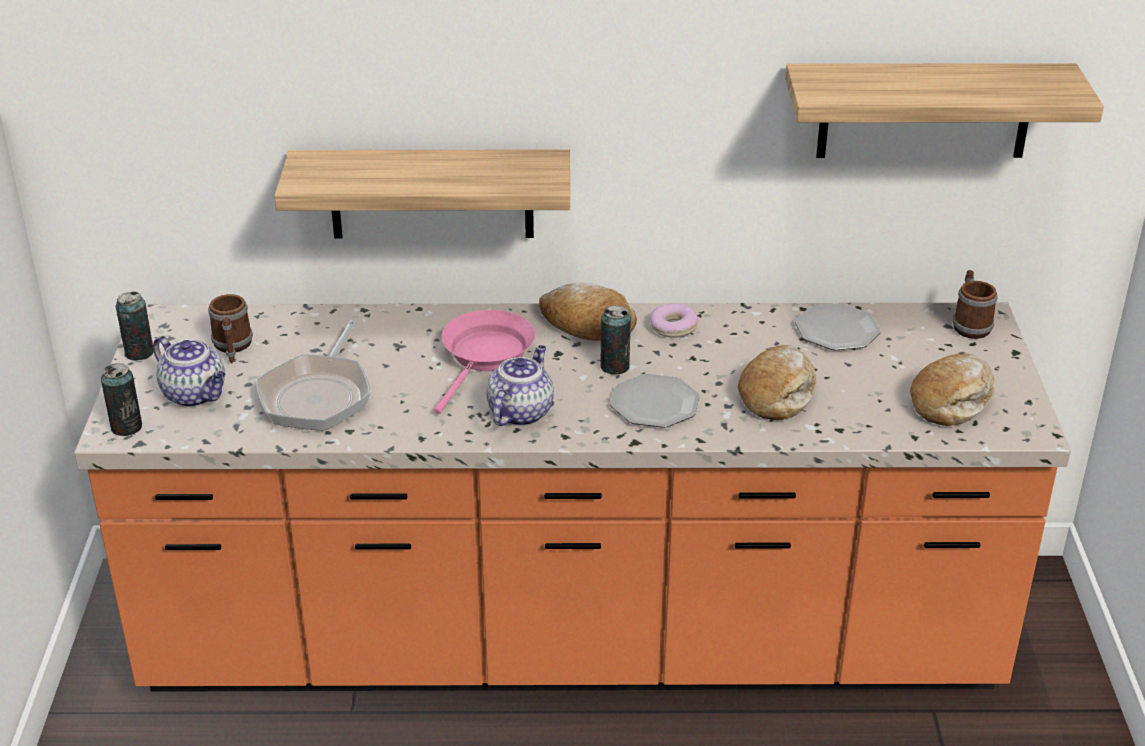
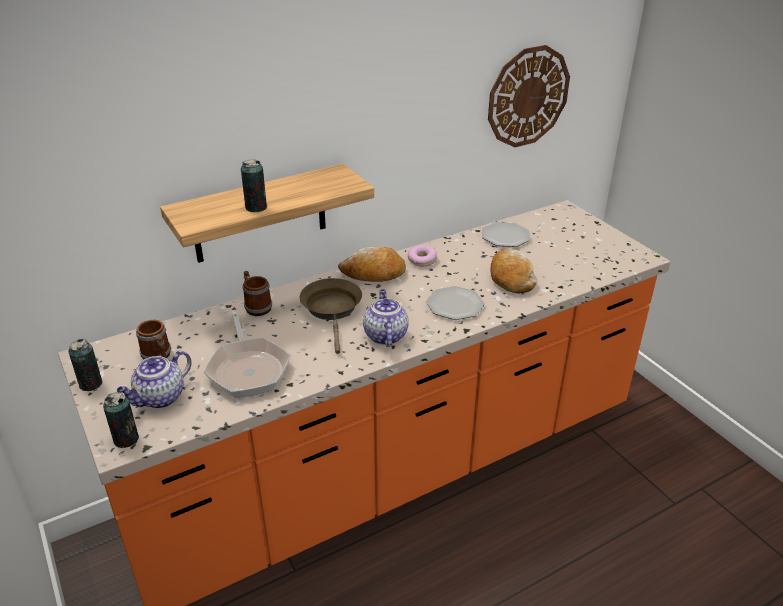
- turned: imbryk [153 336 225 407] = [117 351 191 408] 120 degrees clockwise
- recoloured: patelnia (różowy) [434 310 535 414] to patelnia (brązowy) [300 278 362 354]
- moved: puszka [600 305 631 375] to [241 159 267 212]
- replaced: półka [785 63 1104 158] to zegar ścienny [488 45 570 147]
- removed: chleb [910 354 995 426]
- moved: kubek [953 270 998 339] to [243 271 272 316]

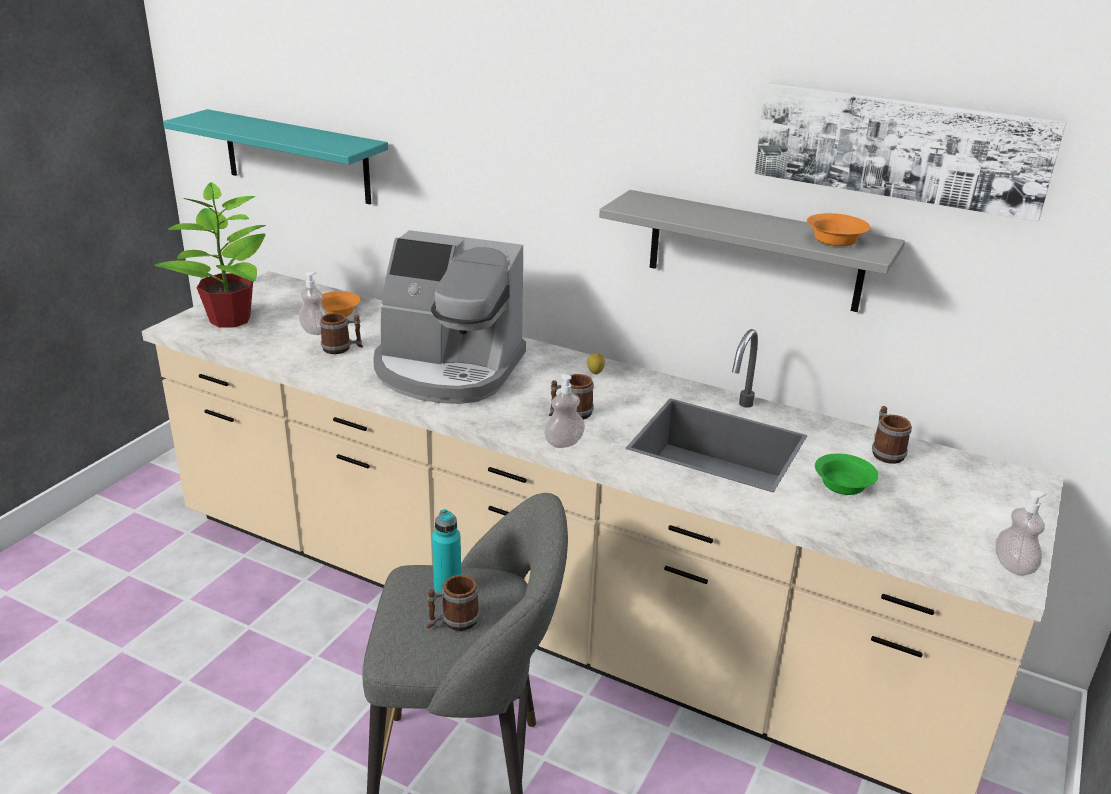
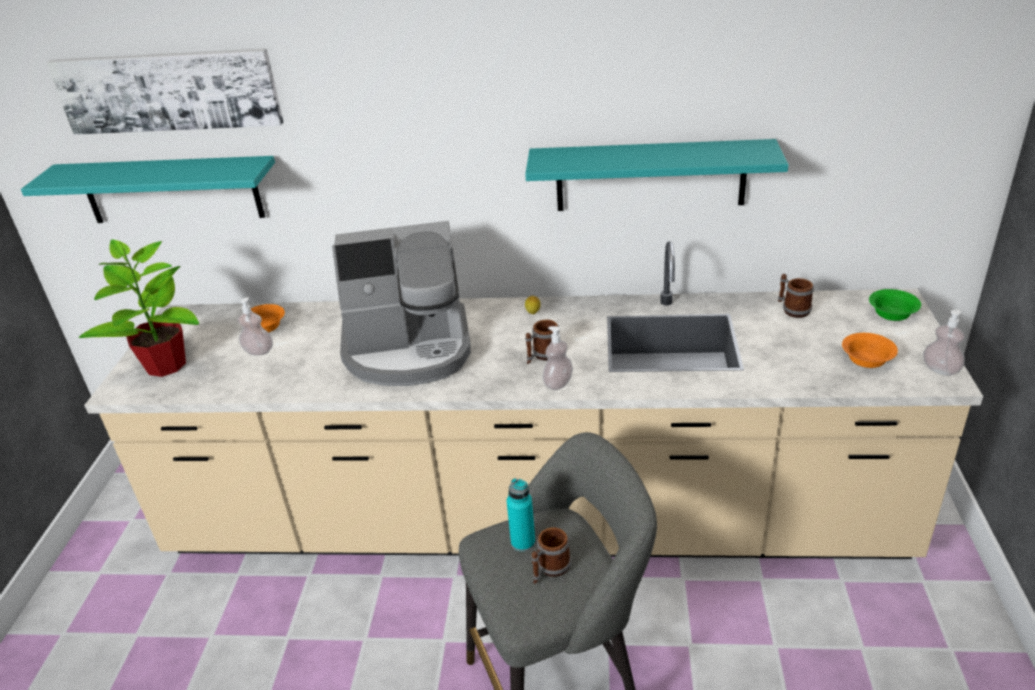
- removed: kubek [320 313 363 354]
- recoloured: półka (szary) [599 190 905 312] to półka (turkusowy) [525 139 789 211]
- moved: obraz [754 81 1067 222] to [46 48 284 135]
- moved: miska (pomarańczowy) [807 213 870 246] to [842 333 898 368]
- moved: miska (zielony) [815 453 878 495] to [869 289 921 321]

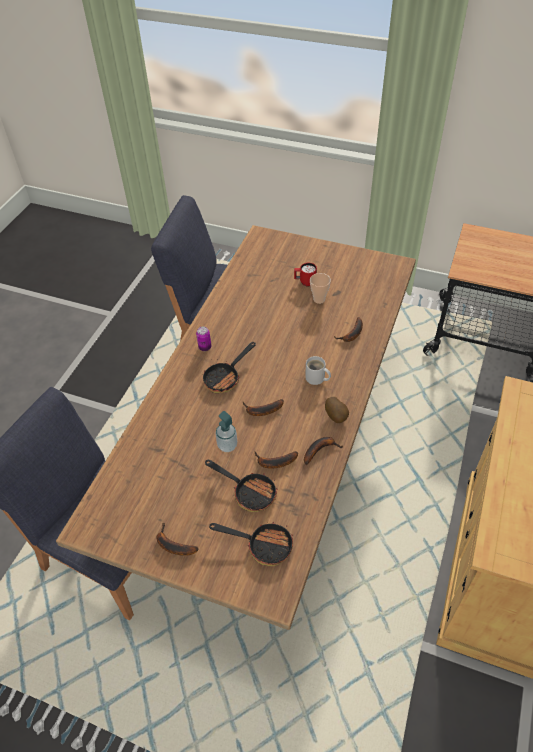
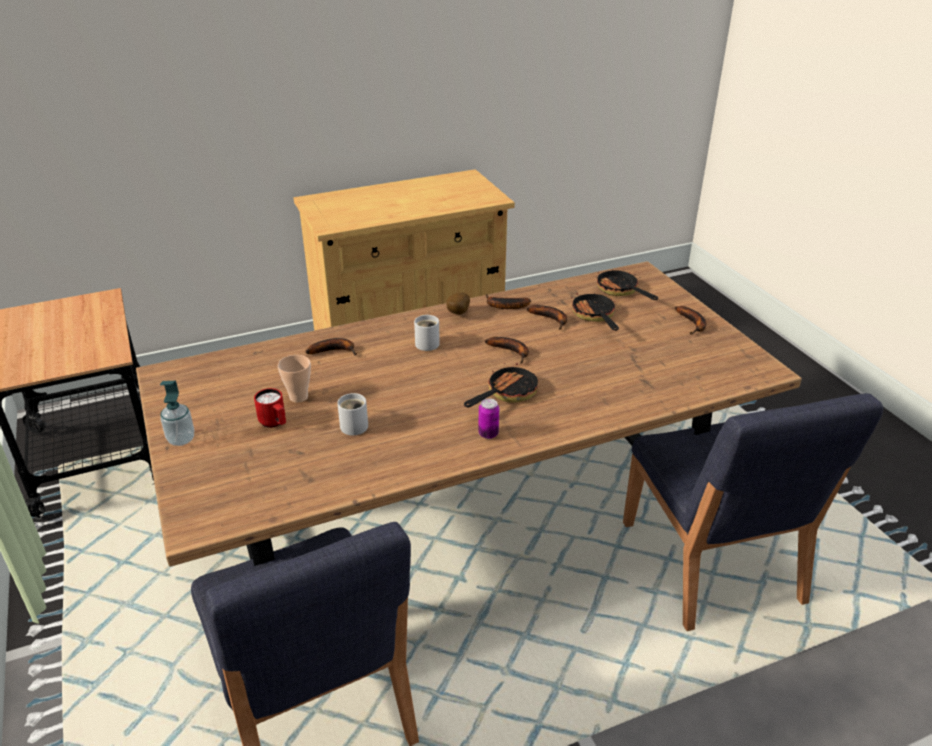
- turned: patelnia [202 342 256 393] = [464 363 538 407] 45 degrees counterclockwise
- moved: dozownik mydła [215 411 237 452] to [160 381 194 446]
- added: kubek (biały) [337 393 368 435]

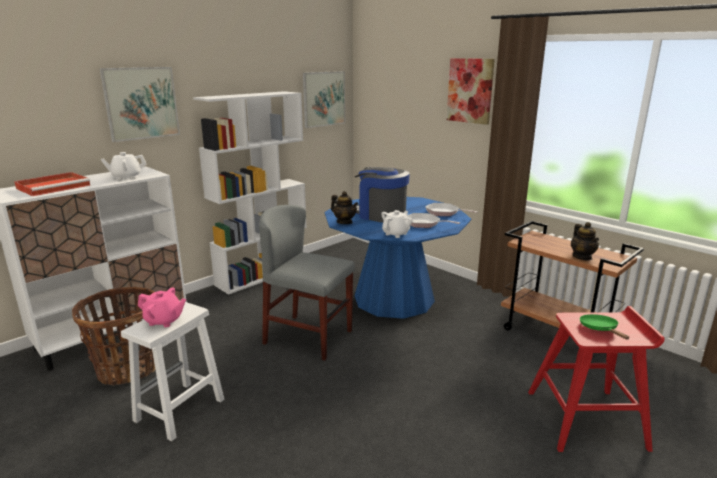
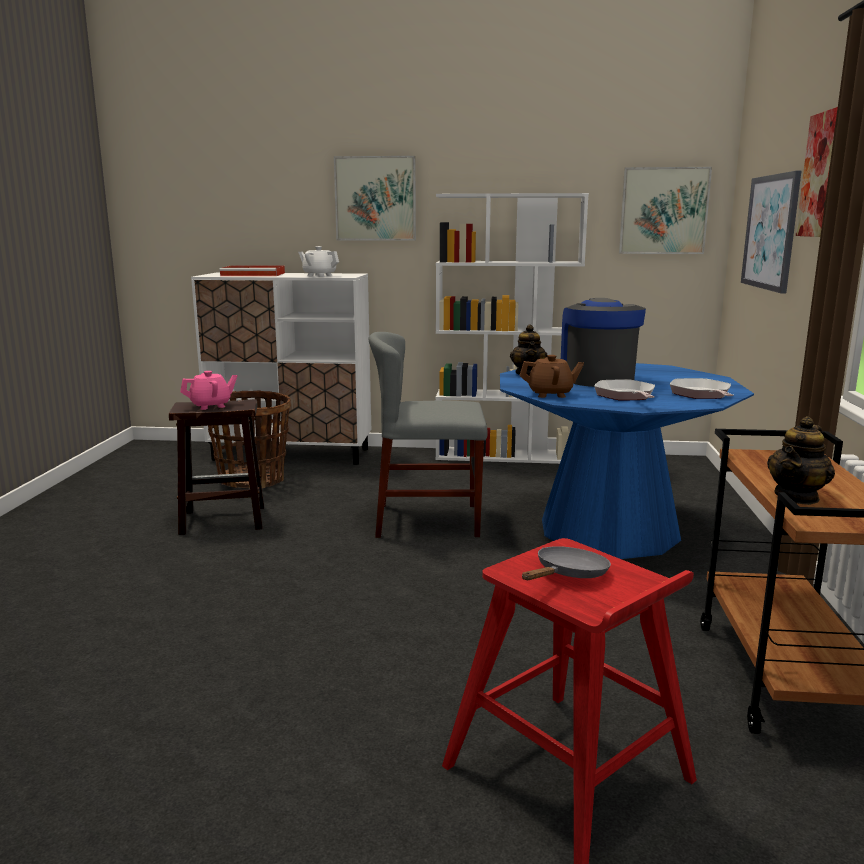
- recoloured: stołek (biały) [121 302 224 441] to stołek (brązowy) [169 399 264 535]
- turned: imbryk (różowy) [138 287 186 327] = [180 371 237 410] 90 degrees counterclockwise
- turned: krzesło (szary) [259 205 355 361] = [368 332 488 538] 75 degrees counterclockwise
- recoloured: imbryk (biały) [381 210 413 238] to imbryk (brązowy) [520 355 584 398]
- recoloured: patelnia (zielony) [580 314 629 339] to patelnia (szary) [522 546 611 580]
- added: obraz [741 171 801 294]

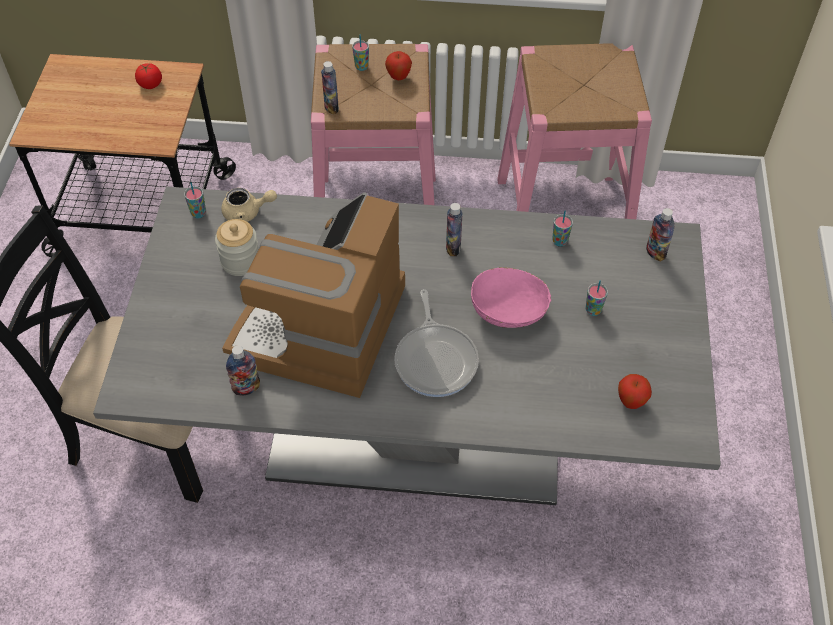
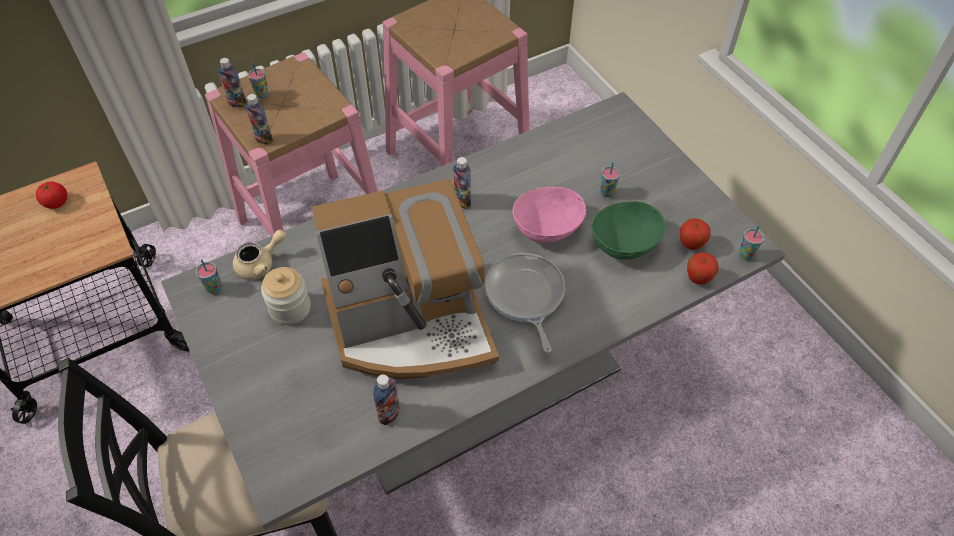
- turned: ekspres do kawy [222 192 405 398] = [312 179 499 379] 90 degrees counterclockwise
- moved: jabłko [385 51 412 80] to [687 252 719 285]
- turned: patelnia [394 289 479 397] = [485 253 565 353] 150 degrees counterclockwise
- moved: filiżanka [552 211 573 247] to [739 225 764 260]
- moved: butelka [646 208 675 262] to [218 58 247 108]
- added: miska (zielony) [592 201 666 260]

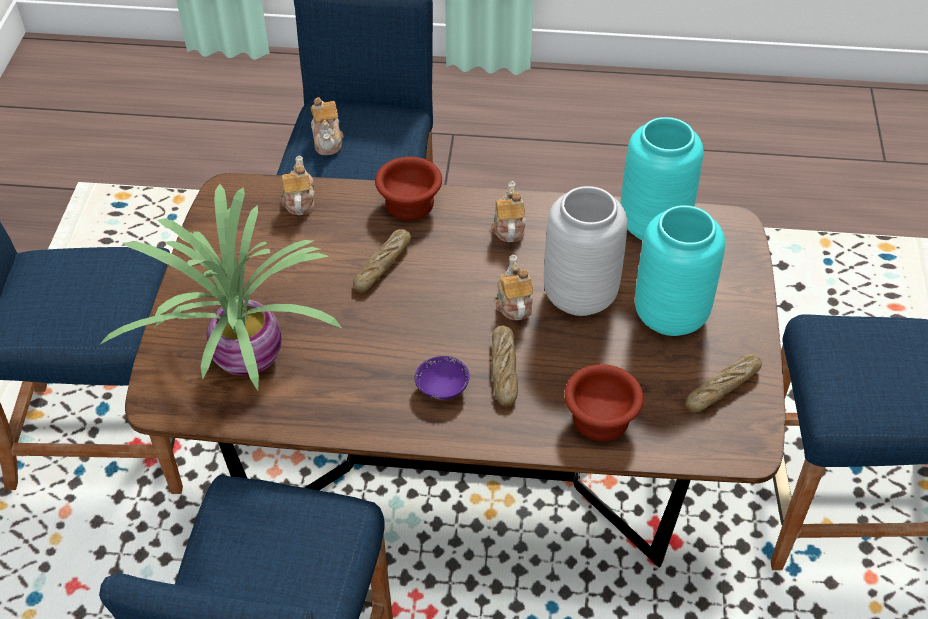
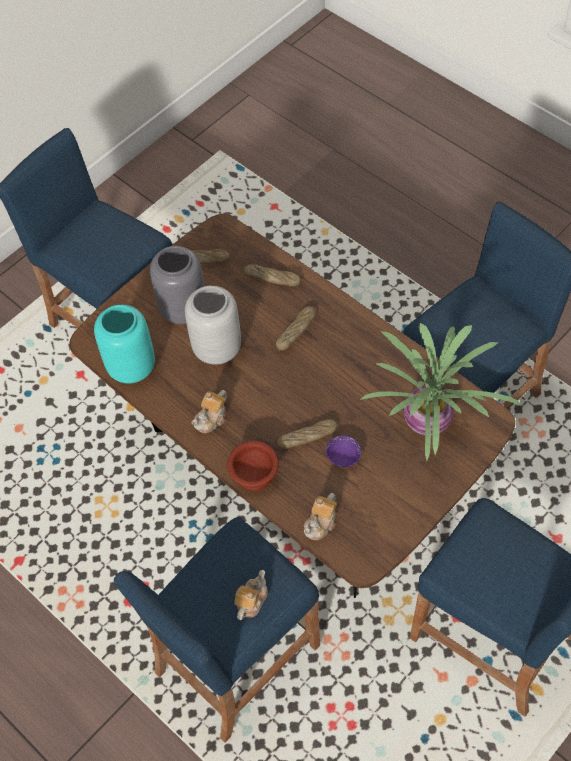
- moved: miska (fioletowy) [414 356 470 400] to [325 435 362 467]
- removed: imbryk [496 255 533 320]
- replaced: miska (brązowy) [565 364 644 441] to chleb [243 264 301 286]
- recoloured: wazon (turkusowy) [635 205 725 336] to wazon (szary) [150 246 205 324]

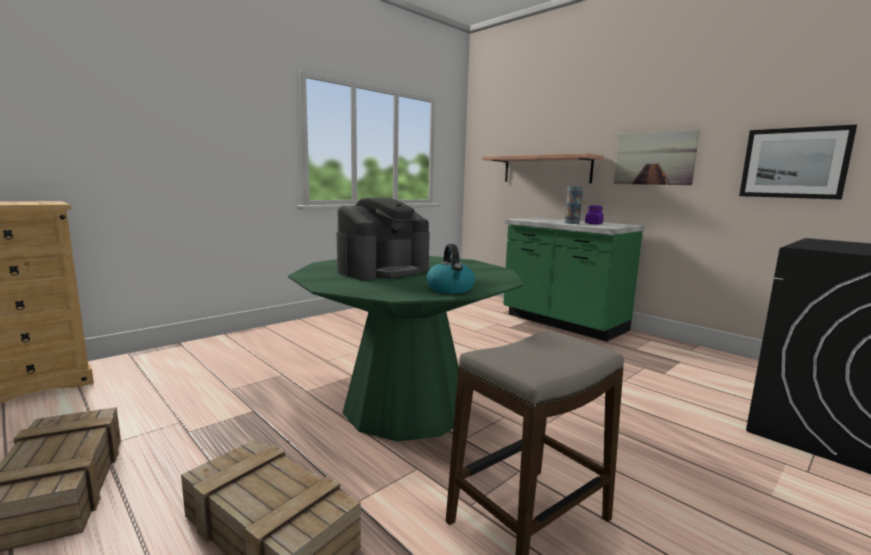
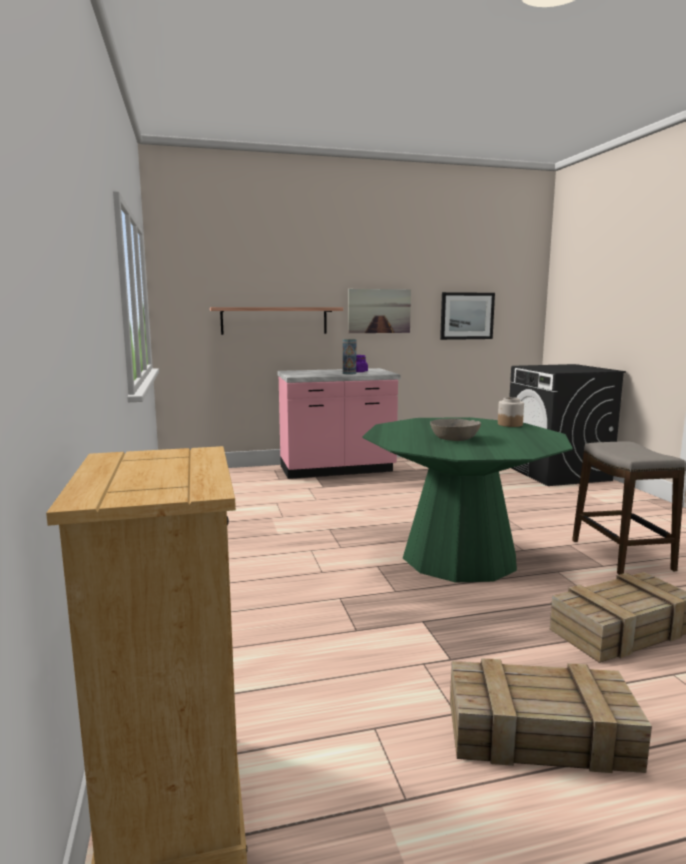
- replaced: ekspres do kawy [337 198 430 280] to miska (szary) [430 418 481 441]
- removed: czajnik [427 244 475 294]
- recoloured: zabudowa kuchenna (zielony) [503 217 644 341] to zabudowa kuchenna (różowy) [277 368 400 479]
- added: słoik [498 397 524 427]

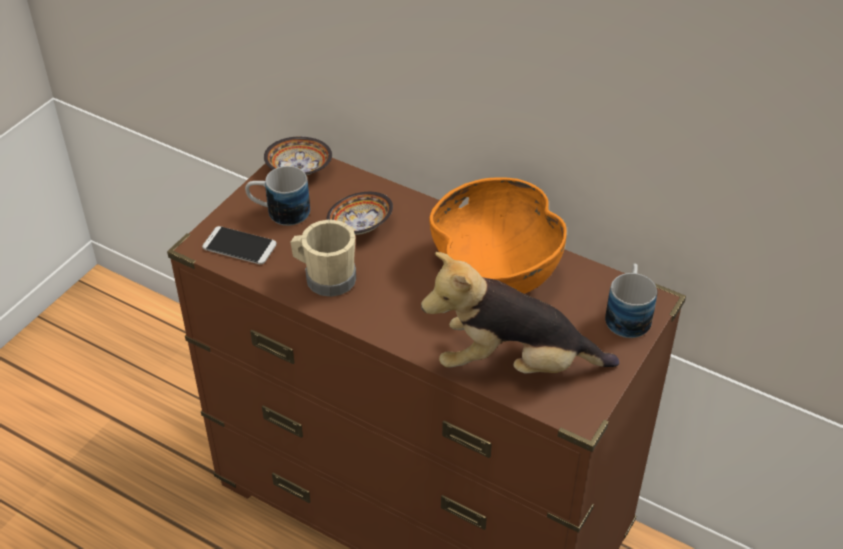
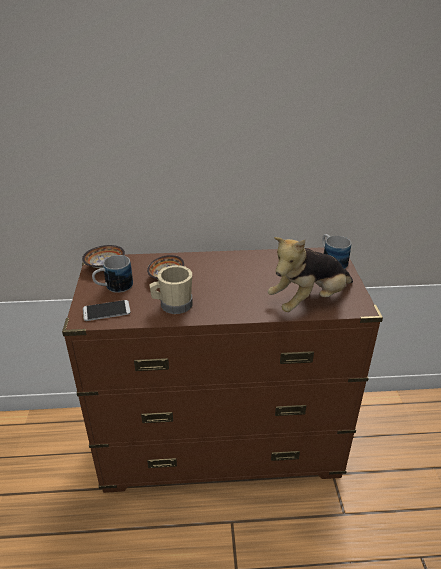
- removed: miska (pomarańczowy) [429 177 567 294]

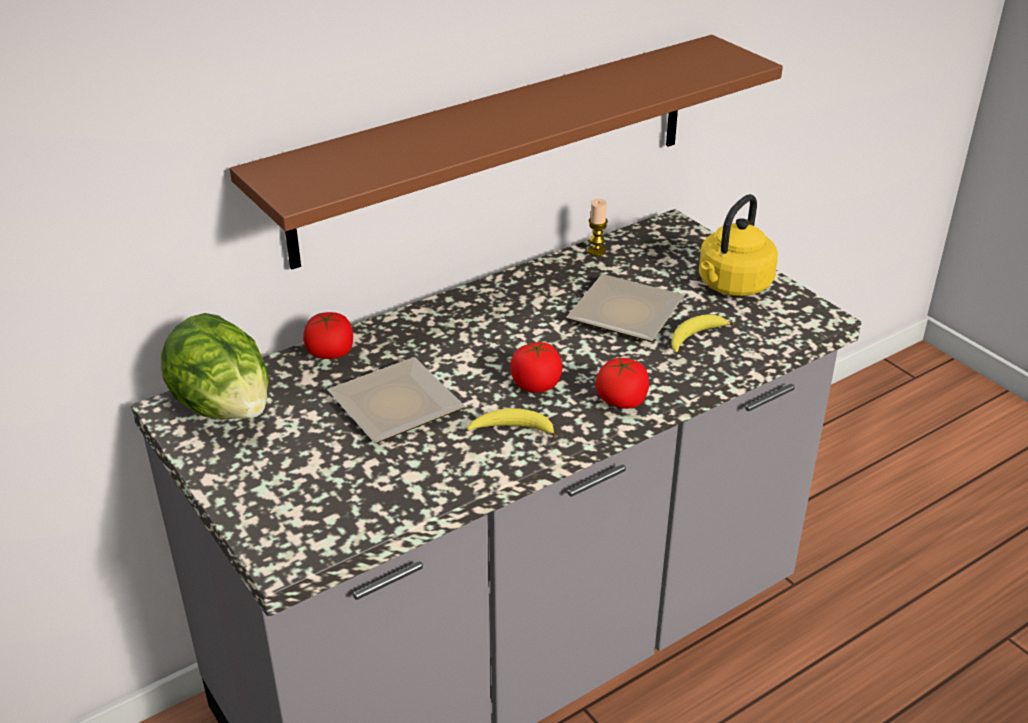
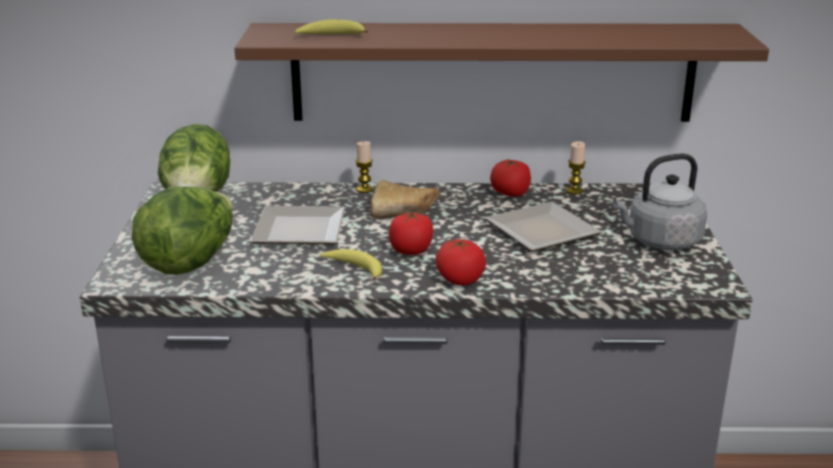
- moved: pomidor [303 312 353 359] to [490 159 531 197]
- moved: banan [671 314 734 352] to [295 19 368 34]
- recoloured: czajnik (żółty) [699 194 778 296] to czajnik (szary) [613 154 707 250]
- added: sałata [132 187 233 275]
- added: świeca [355 141 373 193]
- added: chleb [370 180 440 219]

